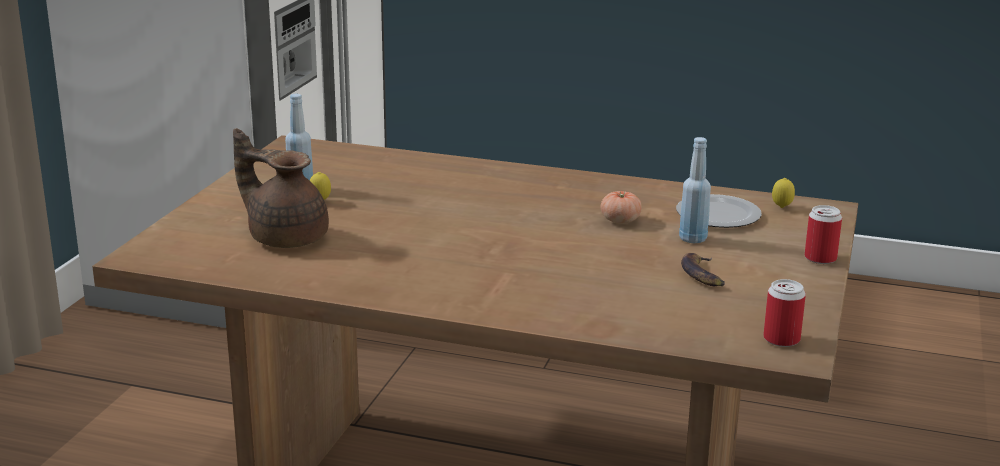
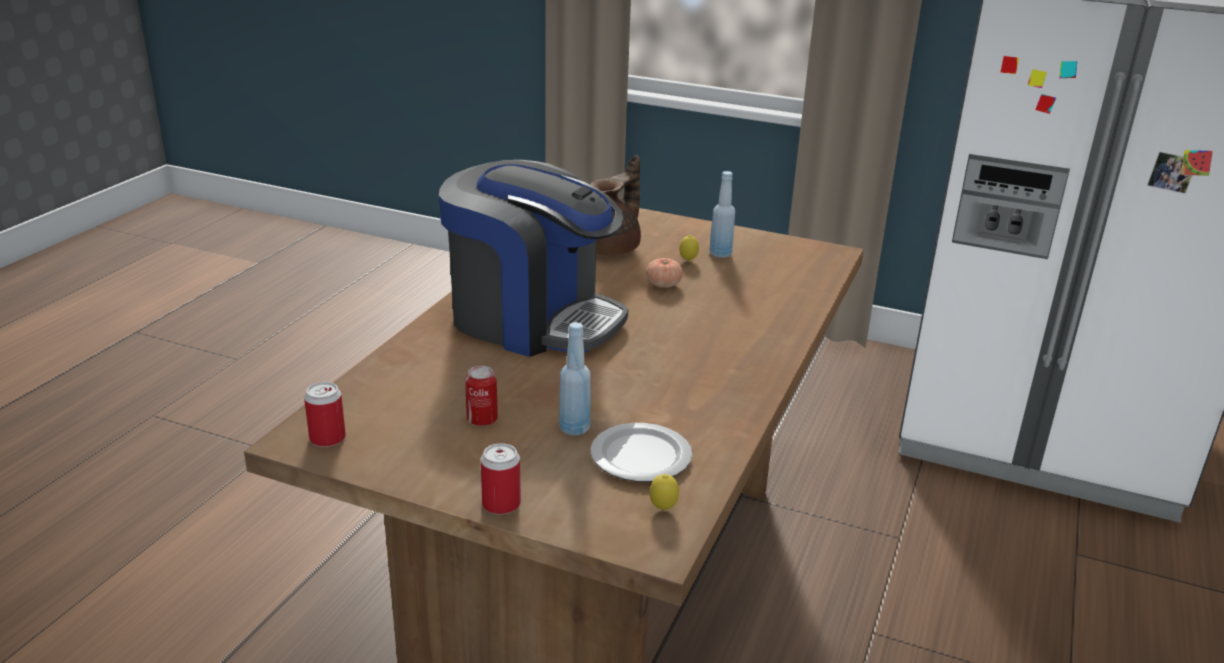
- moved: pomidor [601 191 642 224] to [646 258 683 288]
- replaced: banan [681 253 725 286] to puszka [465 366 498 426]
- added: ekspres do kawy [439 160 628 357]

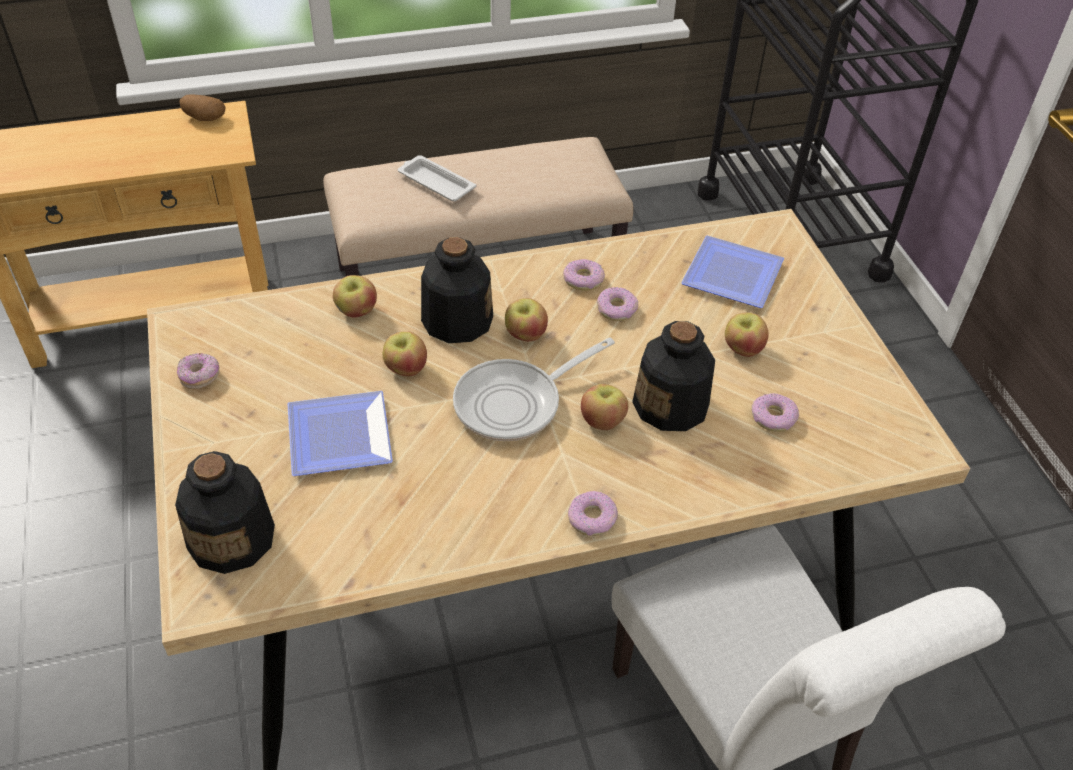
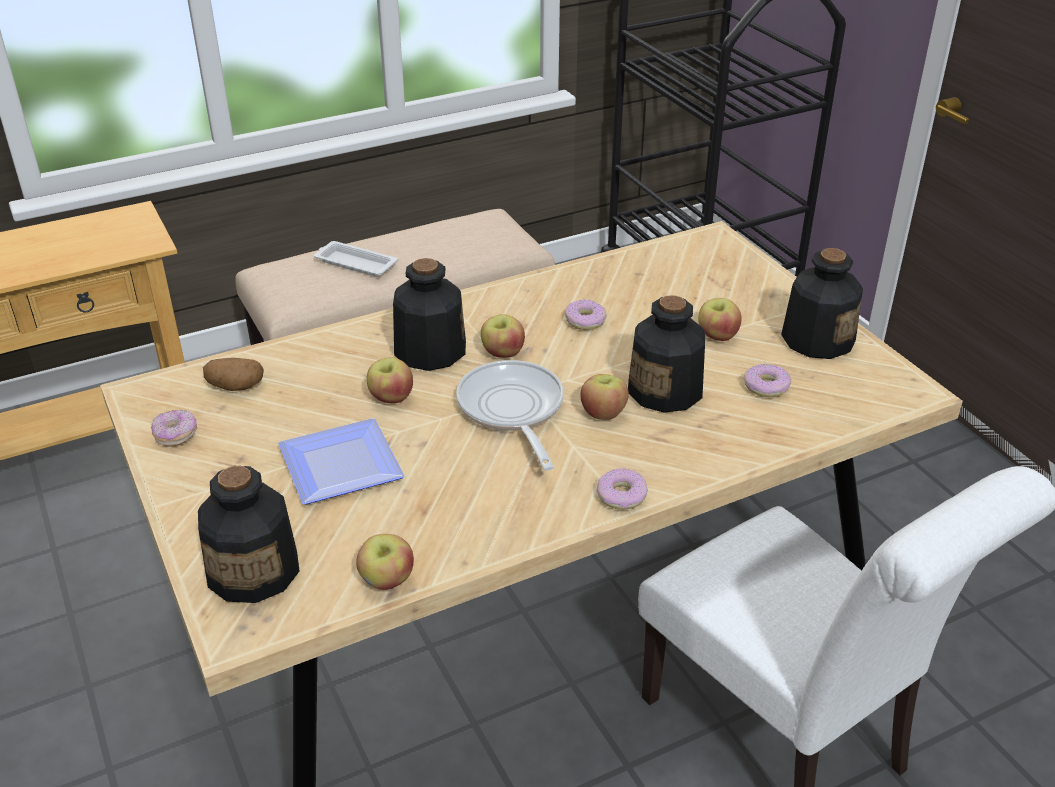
- moved: ziemniak [180 94 225 121] to [203 358 264 391]
- moved: jabłko [333 275 377 317] to [356 534 414 590]
- turned: patelnia [453 337 615 441] = [456 360 564 471] 120 degrees clockwise
- removed: donut [563 259 605 291]
- removed: talerz [681 235 784 308]
- added: butelka [781 248 863 359]

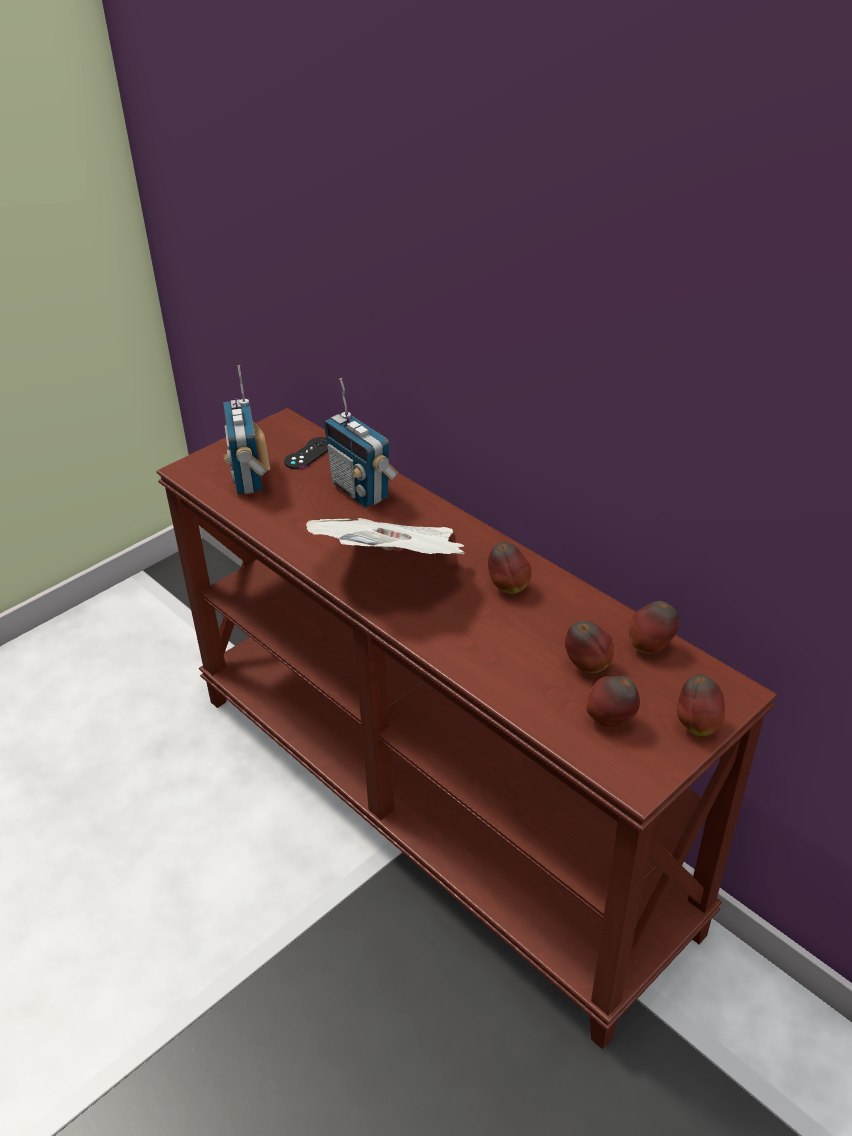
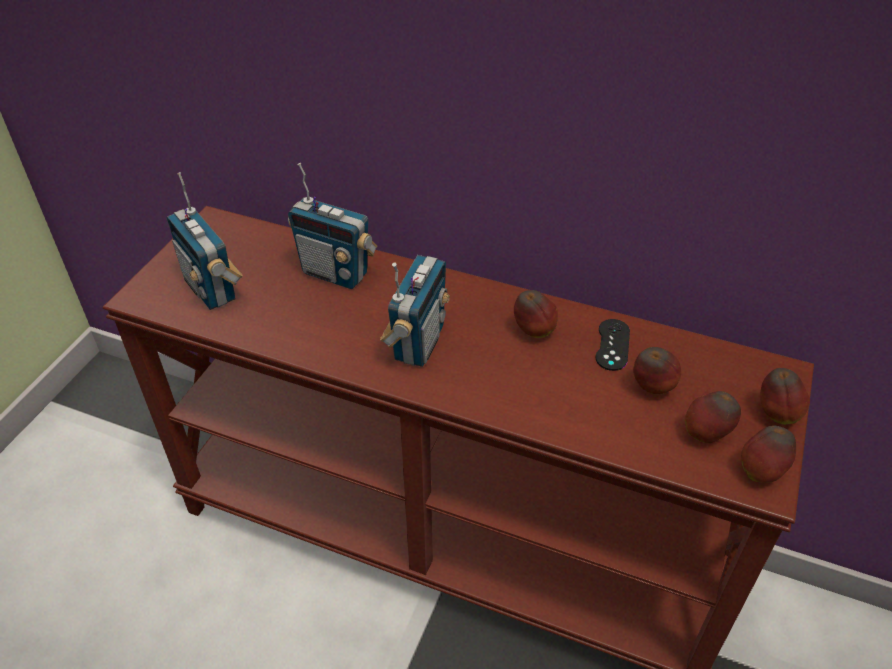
- moved: pad do gier (czarny) [284 437 328 469] to [595 319 630 371]
- replaced: gazeta [306 518 464 554] to radio [380 255 450 367]
- moved: jabłko [629 601 679 654] to [741 426 796 483]

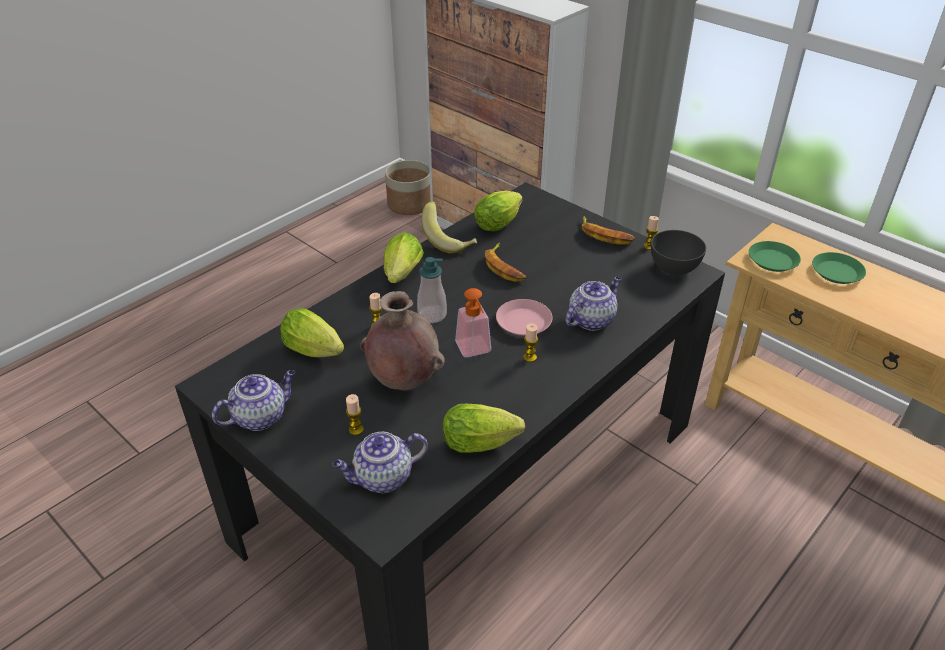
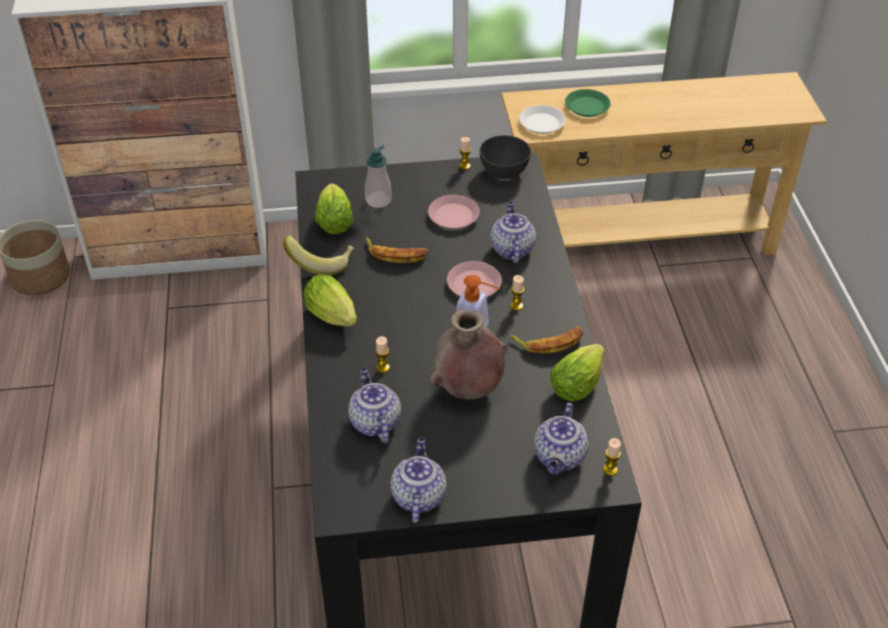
- replaced: sałata [280 308 344 357] to imbryk [348 368 401 443]
- moved: świeca [346 394 364 435] to [603 438 621 476]
- moved: dozownik mydła [417 257 447 323] to [365 145 392 208]
- moved: banan [582 216 635 245] to [510 326 584 354]
- recoloured: talerz (zielony) [749 241 801 272] to talerz (biały) [519 105 565 134]
- added: talerz (różowy) [428 195 480 229]

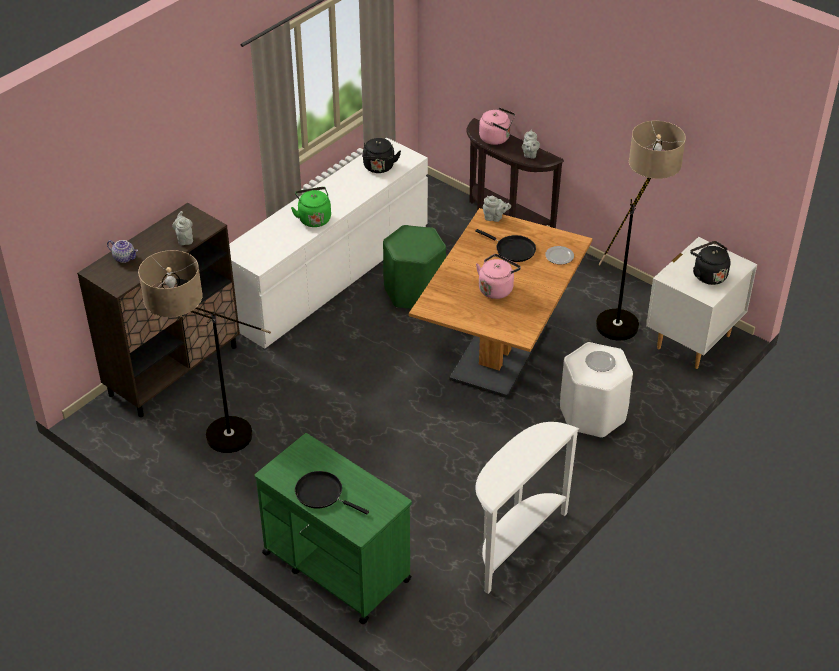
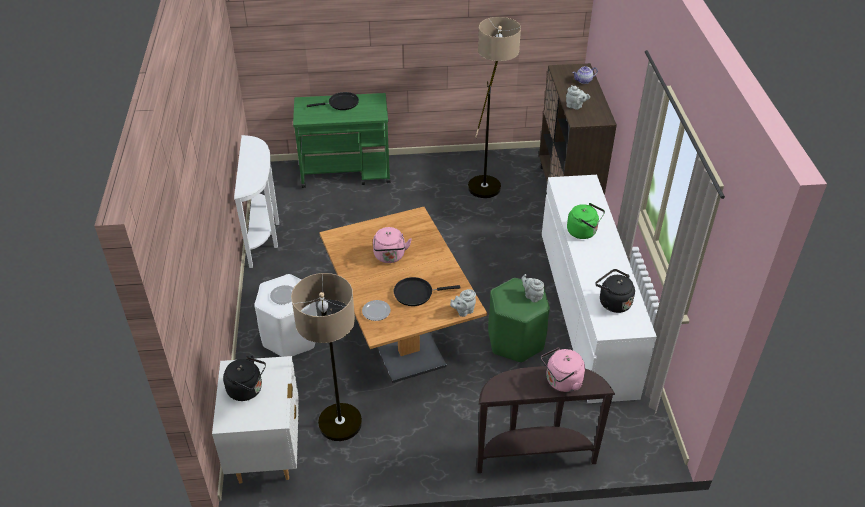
- moved: imbryk (szary) [522 130 540 159] to [522 274 544 303]

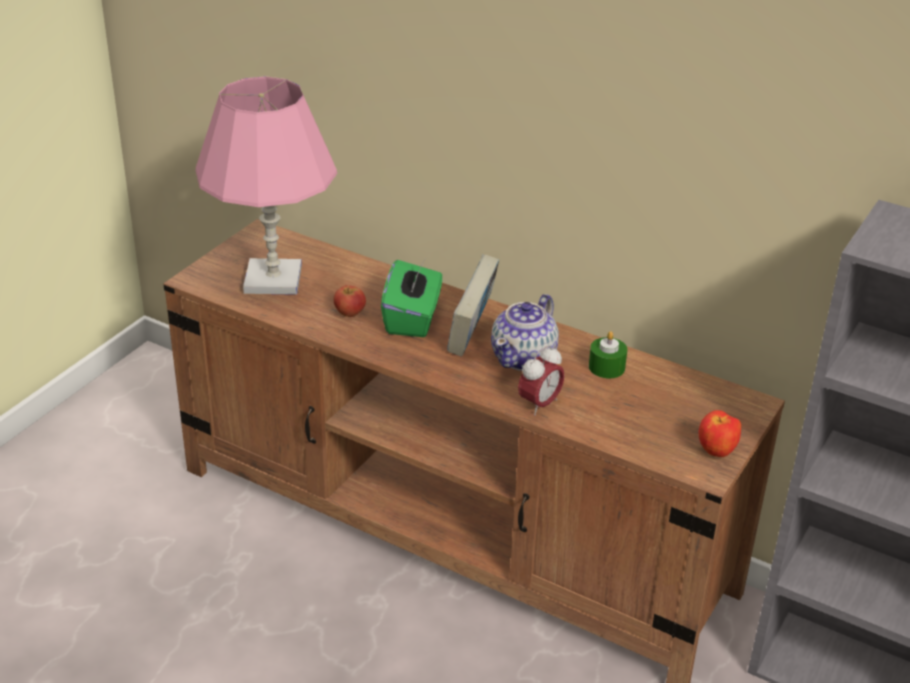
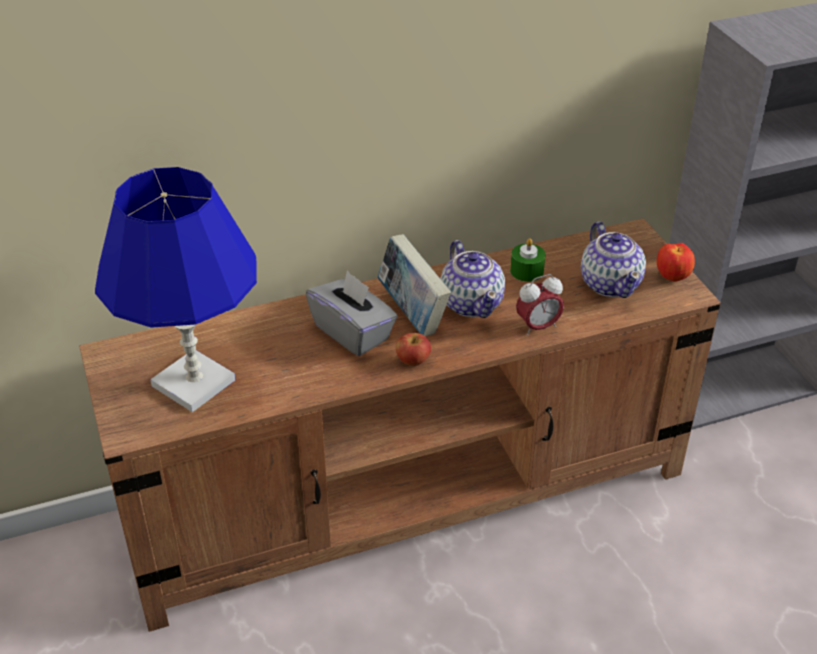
- recoloured: lampa stołowa (różowy) [196 76 337 295] to lampa stołowa (niebieski) [95 167 257 412]
- moved: jabłko [334 285 366 317] to [396 333 431 366]
- recoloured: pudełko chusteczek (zielony) [381 259 442 337] to pudełko chusteczek (szary) [306 270 398 356]
- turned: budzik [518 345 565 416] = [516 274 564 336] 75 degrees clockwise
- added: imbryk [581 221 646 298]

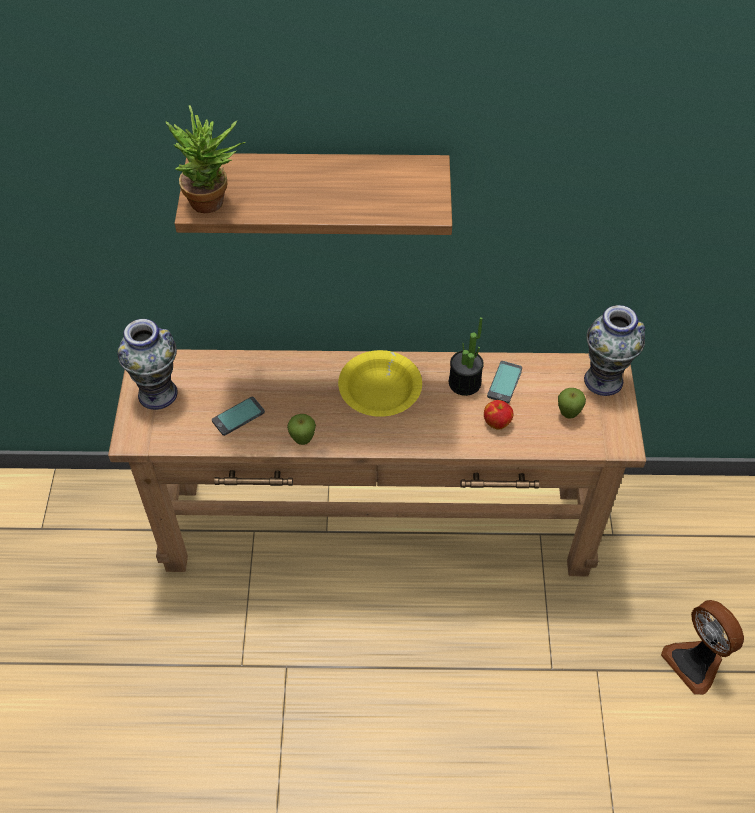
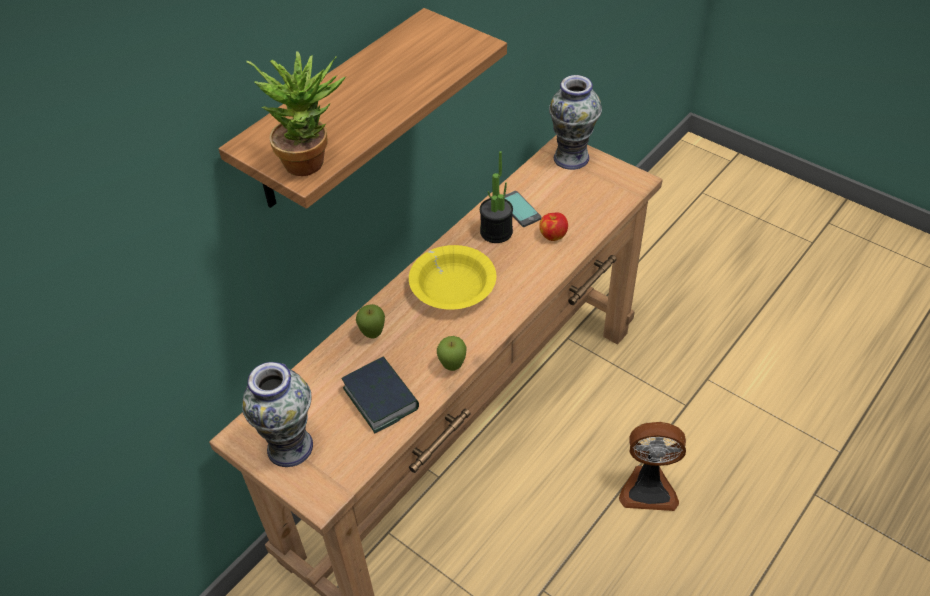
- replaced: telefon [212 397 265 436] to książka [341 357 419 433]
- moved: jabłko [558 388 586 418] to [356 304 385 339]
- moved: wentylator [661 600 744 695] to [619 422 686 511]

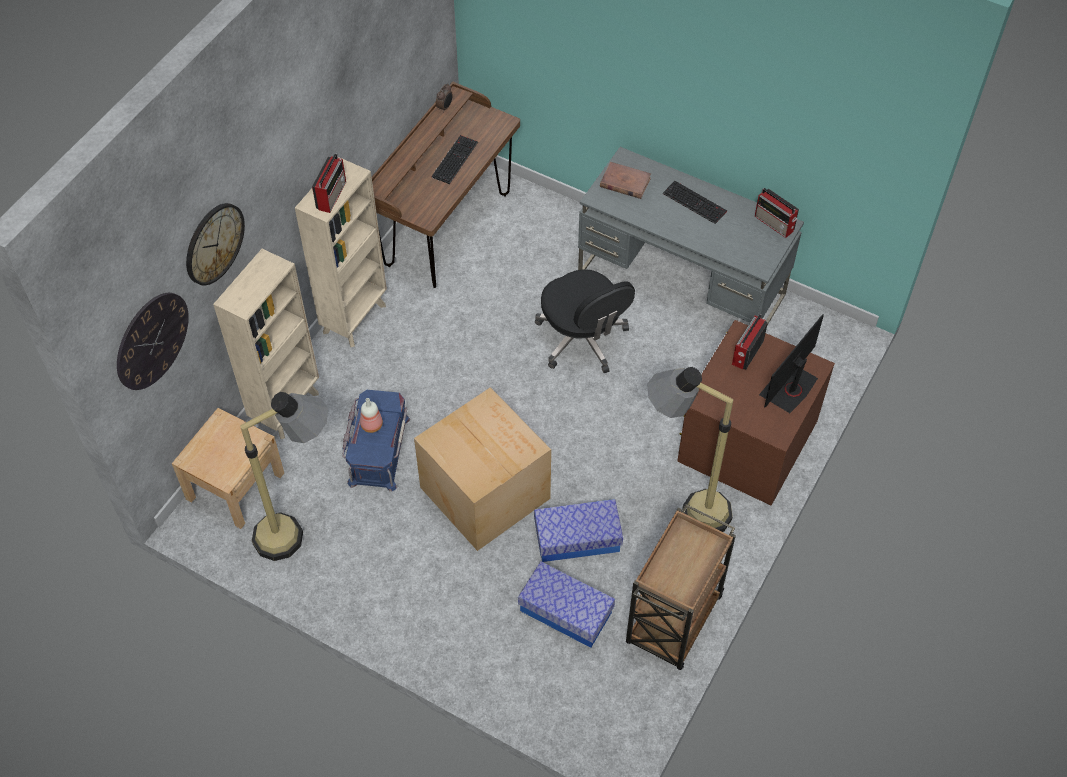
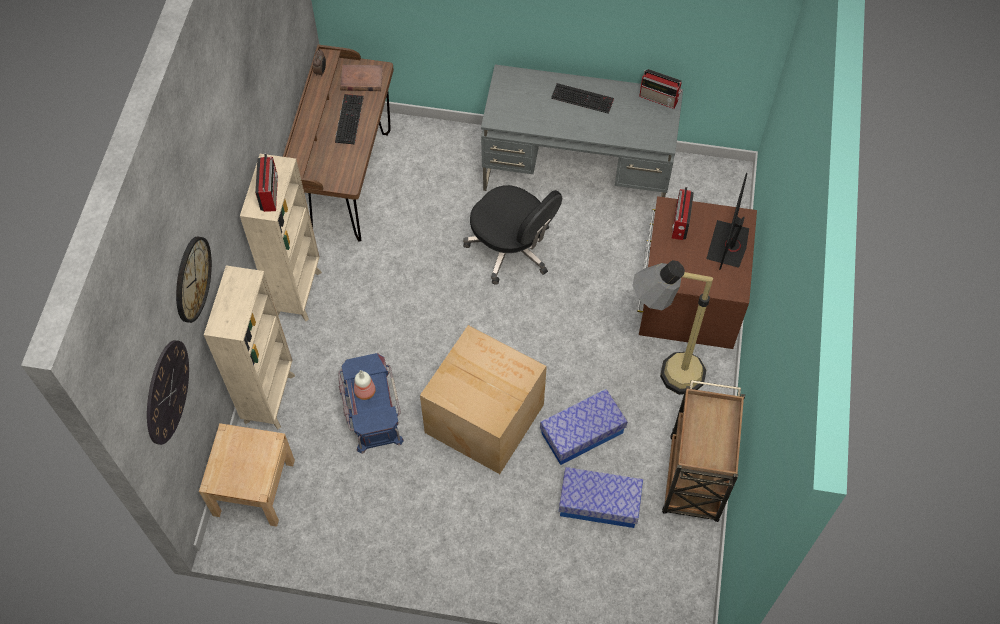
- removed: lampa stojąca [240 392 328 561]
- moved: książka (brązowy) [600 162 651 199] to [340 65 383 91]

